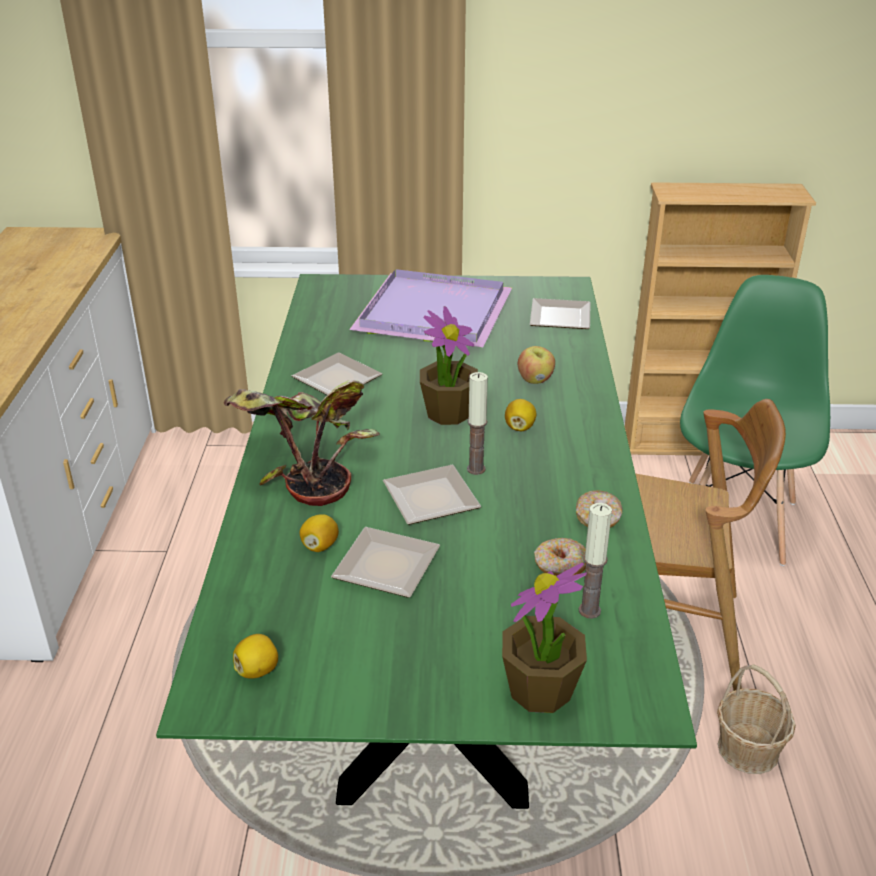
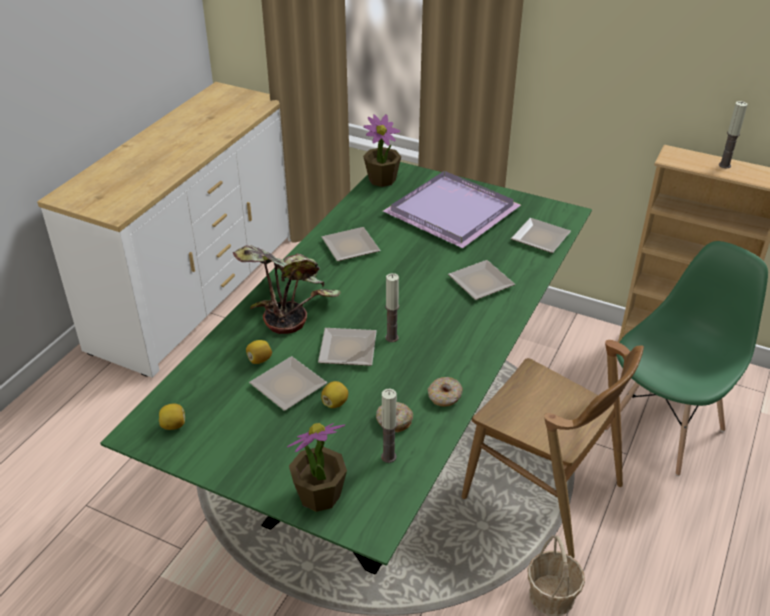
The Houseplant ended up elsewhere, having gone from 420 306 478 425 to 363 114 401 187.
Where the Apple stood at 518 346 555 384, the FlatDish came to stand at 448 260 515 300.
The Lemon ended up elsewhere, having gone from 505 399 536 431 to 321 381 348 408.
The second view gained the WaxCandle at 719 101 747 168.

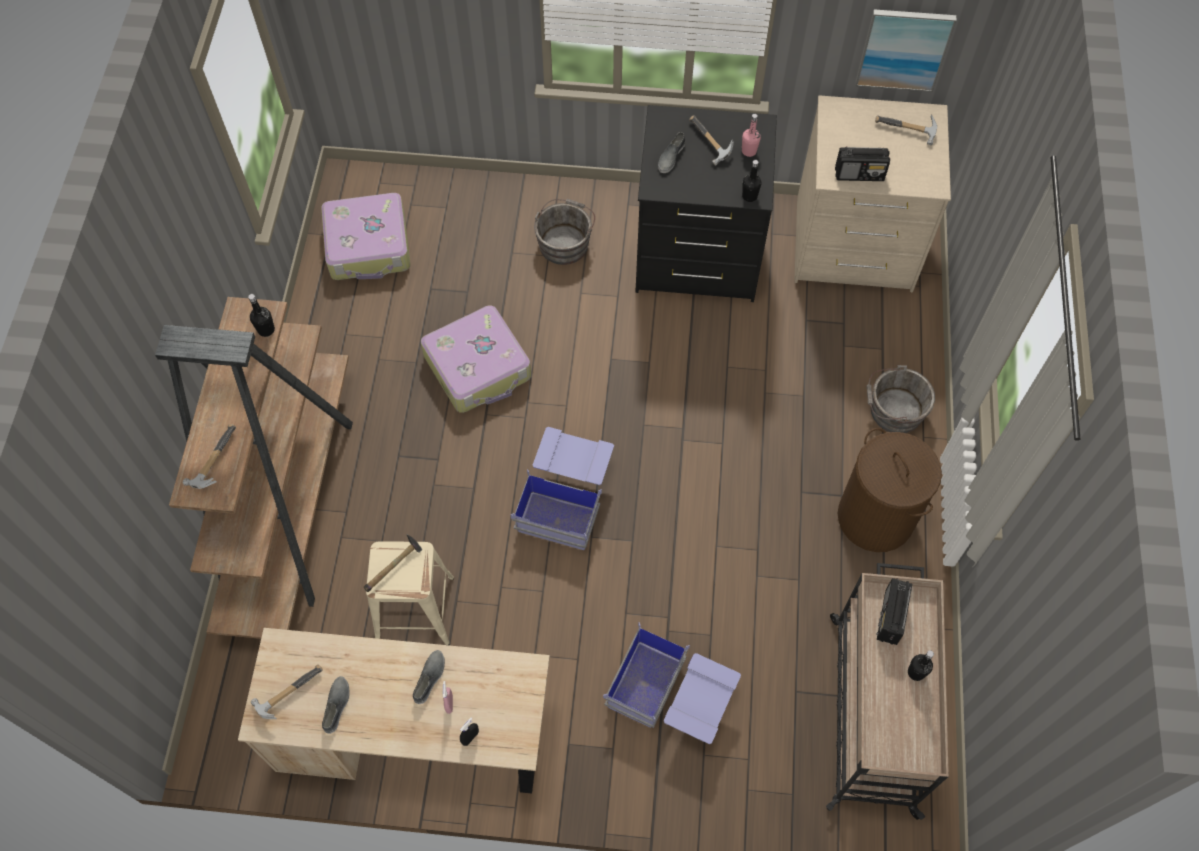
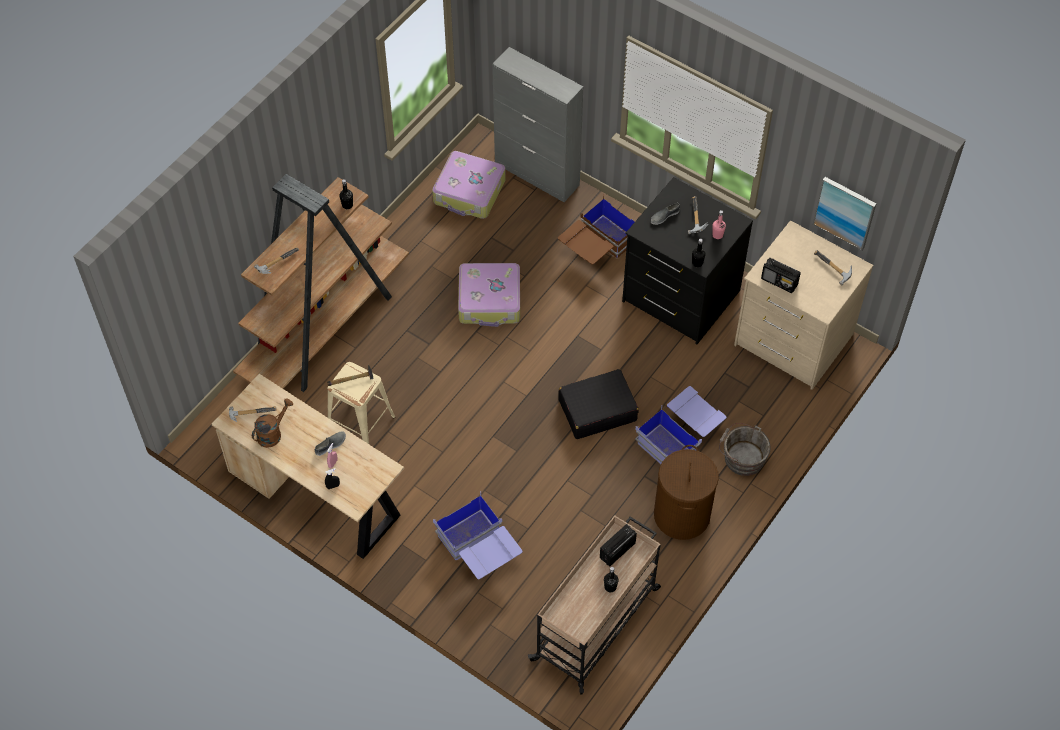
Where the GreyishBucket stood at 534 199 595 265, the BrownColouredStorageBin came to stand at 558 194 635 265.
The BlueStorageBin ended up elsewhere, having gone from 511 427 614 550 to 635 386 726 464.
Where the GreyishItemOfFootwear stood at 322 676 349 734, the BrownColouredWateringPot came to stand at 252 399 293 448.
The second view gained the GreyishCupboard at 492 47 583 202.
The second view gained the BlackishTravelCase at 558 369 639 439.

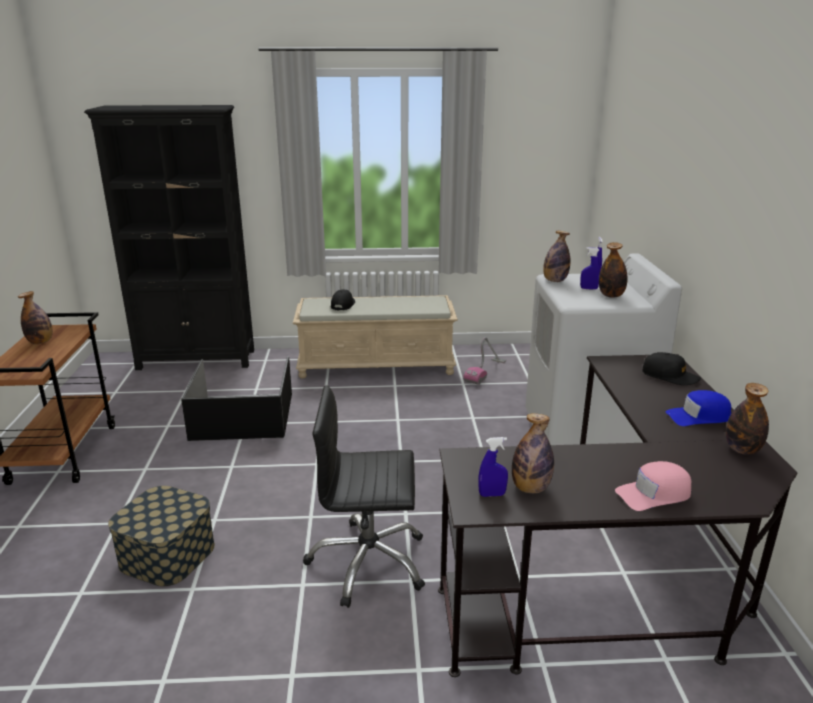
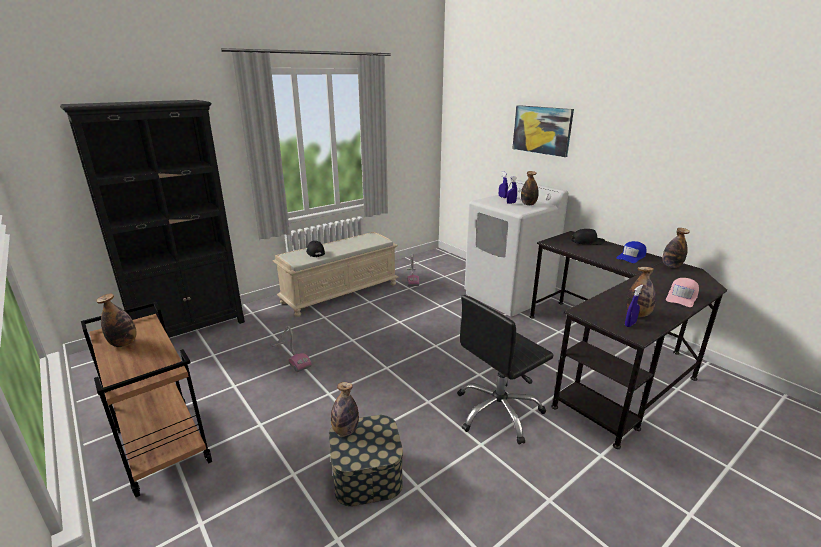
The DrinkBottle ended up elsewhere, having gone from 543 231 570 282 to 331 382 359 436.
Where the BlackishStorageBin stood at 181 356 292 441, the Hoover came to stand at 271 326 312 372.
The second view gained the WallArt at 512 105 574 157.

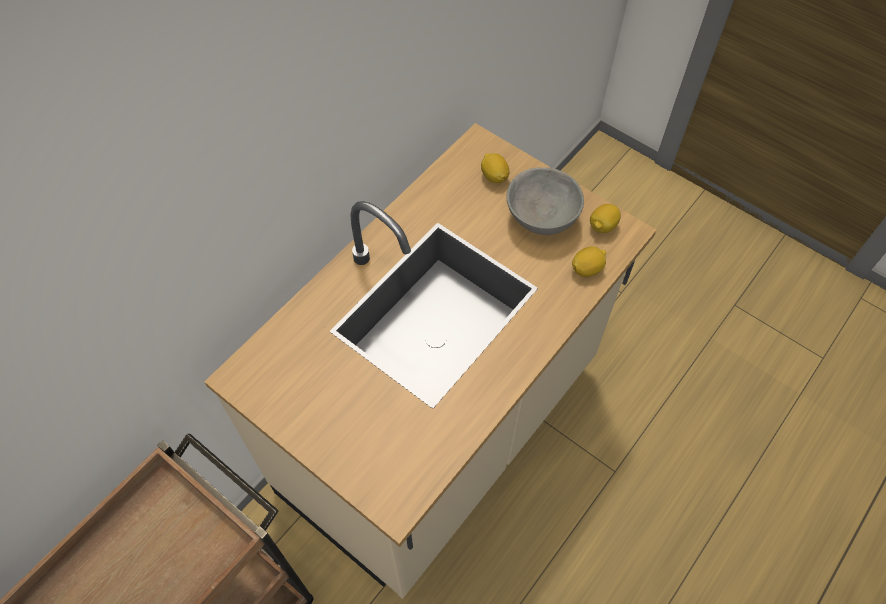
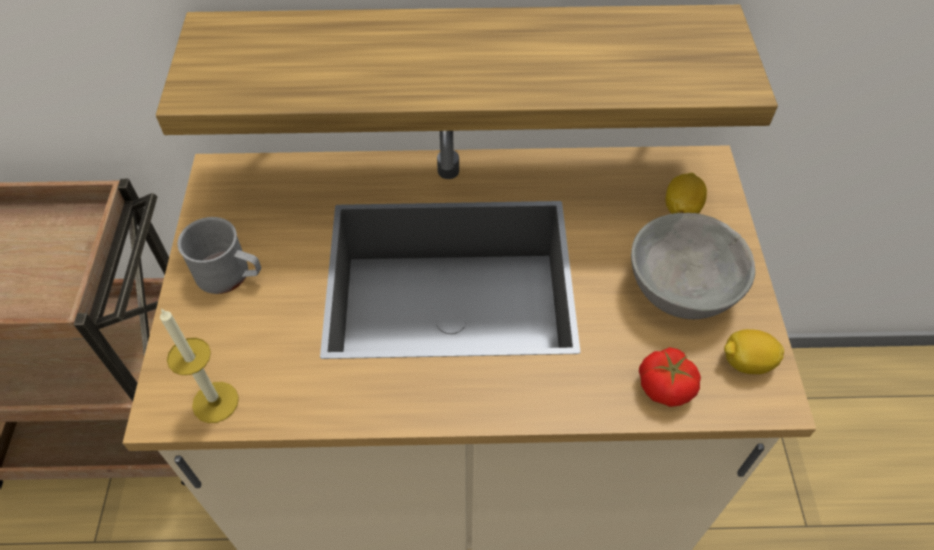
Where the Lemon stood at 572 246 606 277, the FreshTomato came to stand at 639 347 701 407.
The second view gained the WallShelf at 156 5 778 135.
The second view gained the GreyishCoffeeMug at 177 217 261 294.
The second view gained the WaxCandle at 160 308 239 423.

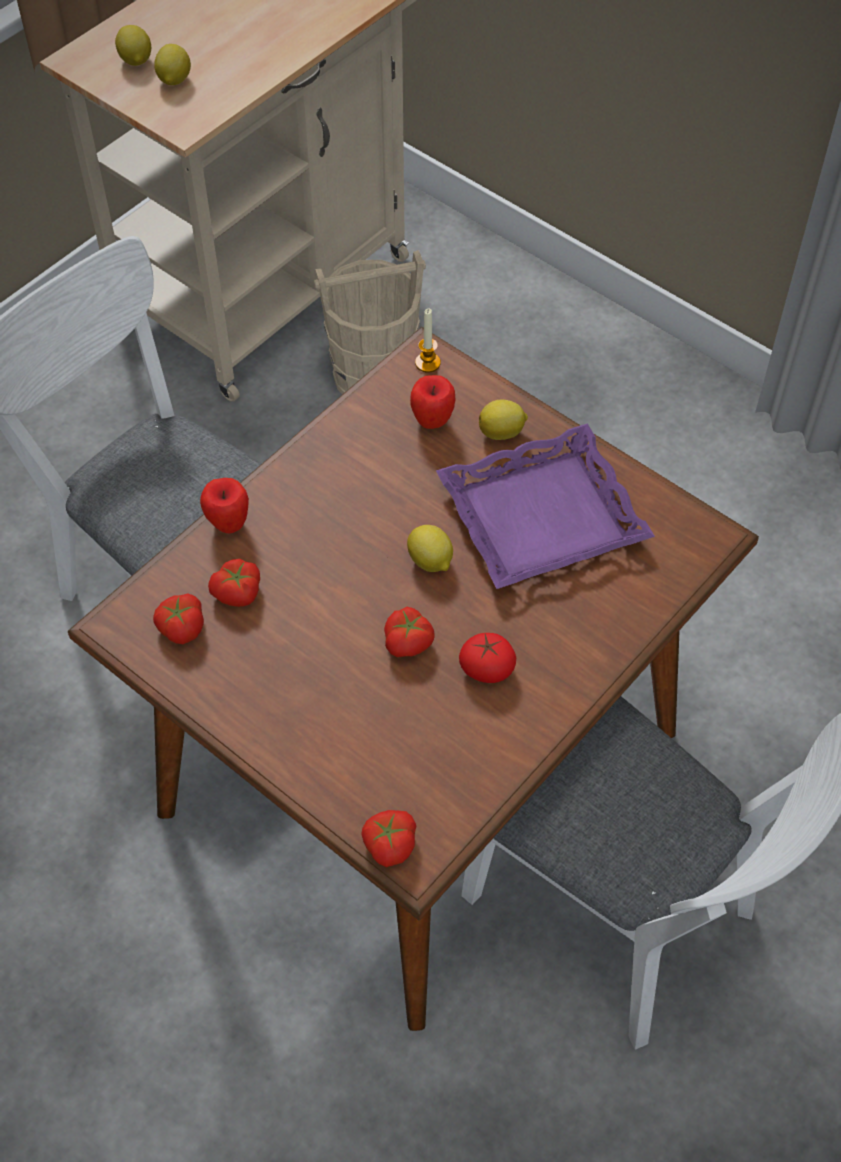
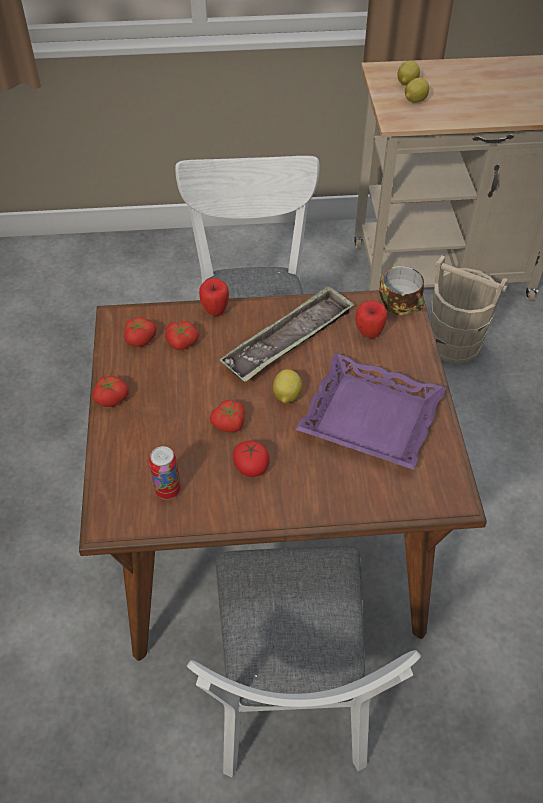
Where the WaxCandle stood at 415 309 441 373, the DrinkingCup came to stand at 379 266 424 315.
The second view lost the Lemon at 479 399 528 440.
The FreshTomato ended up elsewhere, having gone from 361 810 416 867 to 93 376 129 407.
The second view gained the ServingTray at 219 285 354 382.
The second view gained the Can at 149 446 181 500.

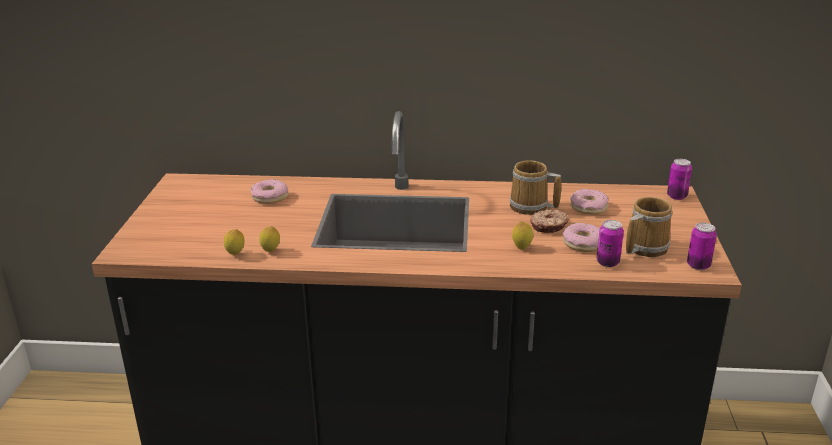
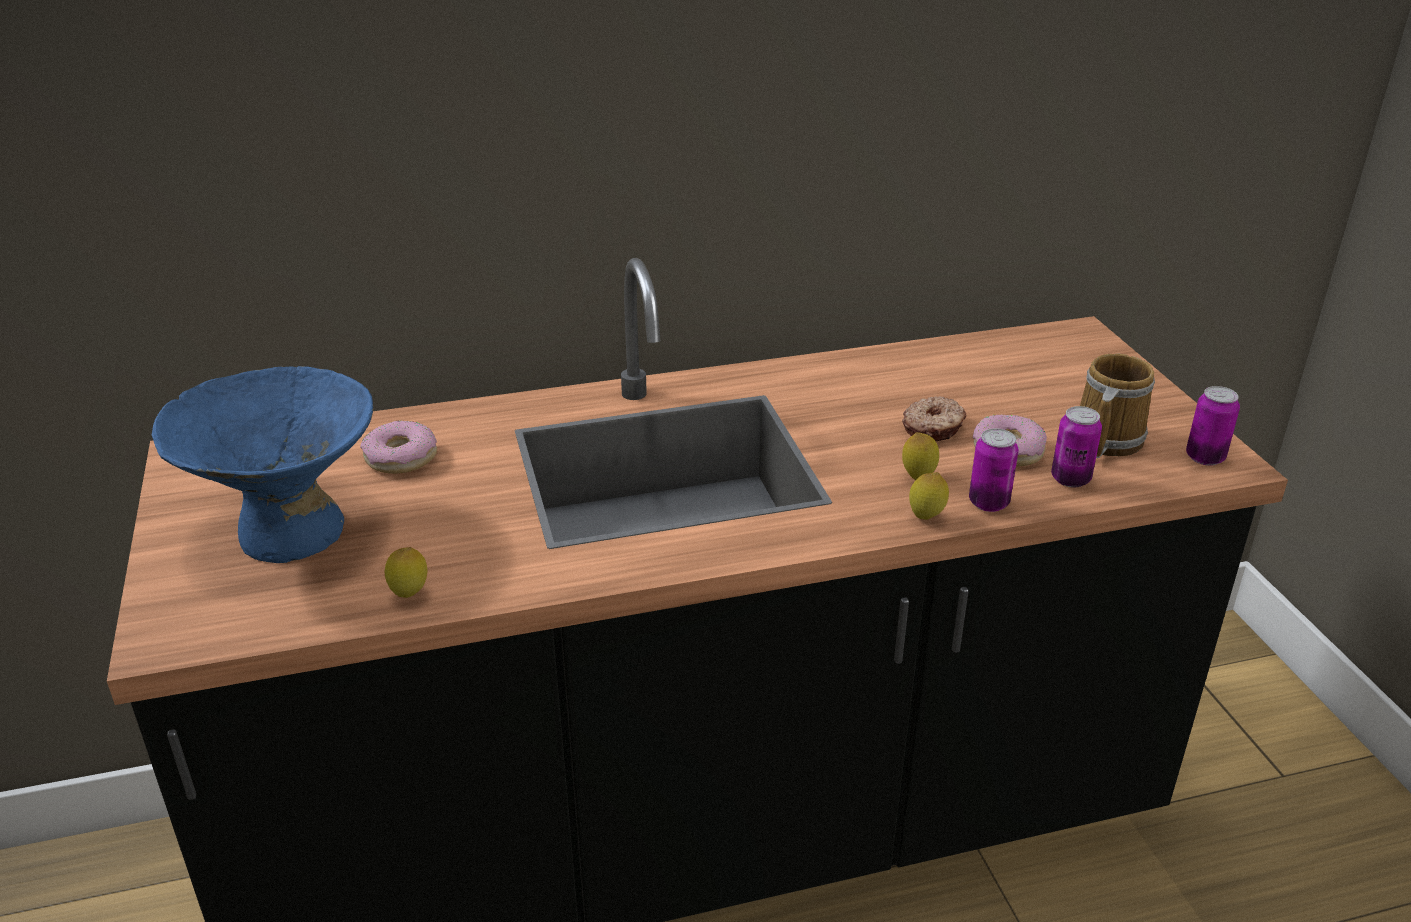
The Can ended up elsewhere, having gone from 667 159 692 200 to 969 428 1019 512.
The second view lost the CoffeeMug at 509 160 561 215.
The second view lost the Donut at 570 189 609 215.
The Lemon ended up elsewhere, having gone from 259 226 280 252 to 909 472 949 520.
The second view gained the BlueBowl at 152 366 373 563.

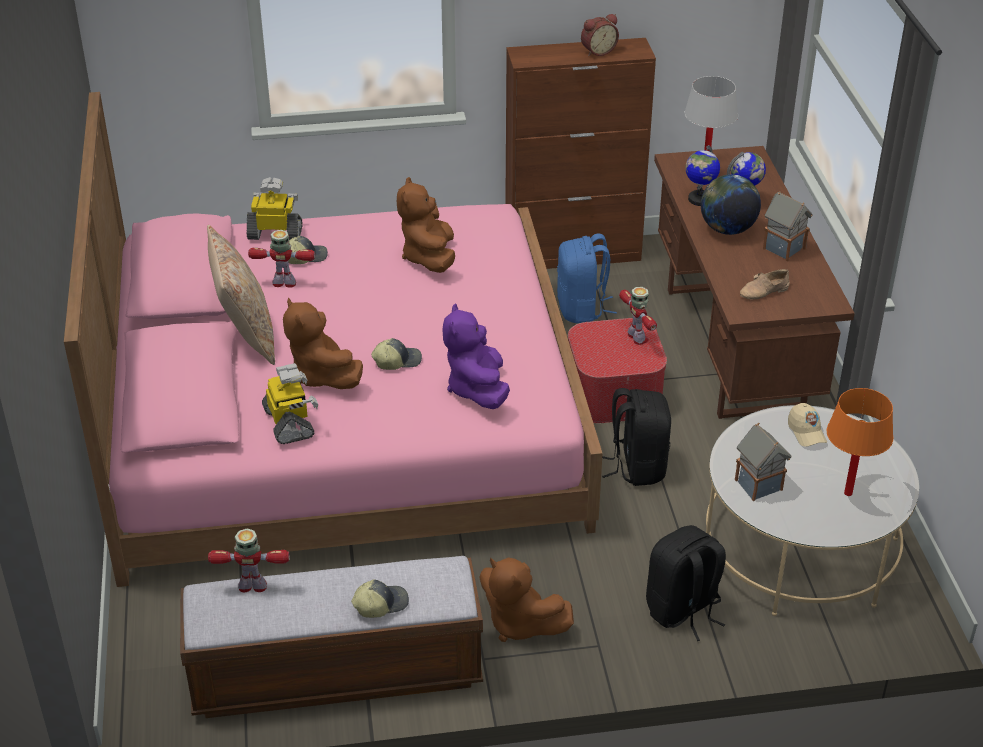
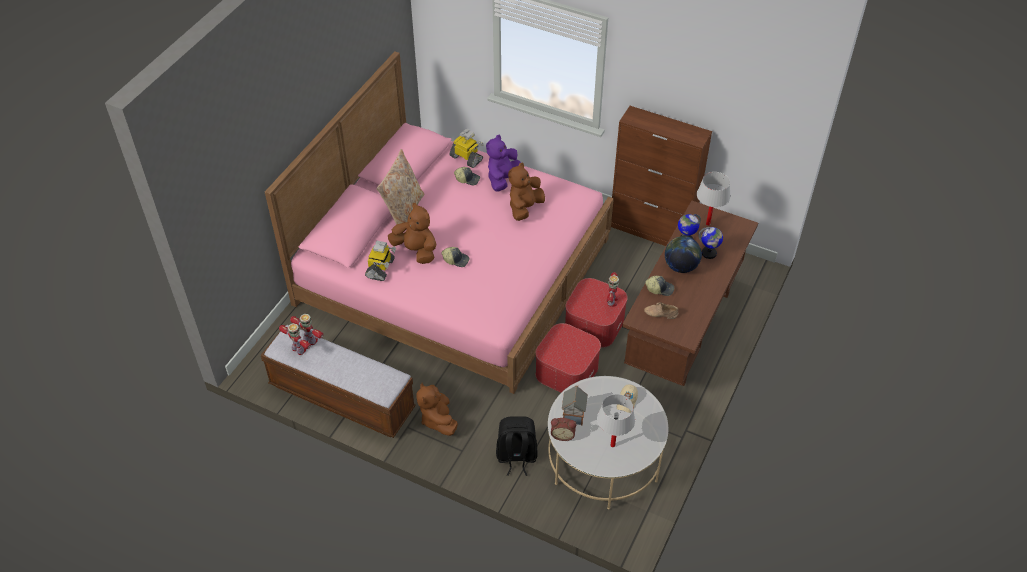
The BedsideClock ended up elsewhere, having gone from 581 14 619 56 to 551 418 576 441.
The second view lost the ToyHouse at 763 192 812 261.
The ModelRobot ended up elsewhere, having gone from 248 230 315 288 to 279 323 311 355.
The second view lost the BlueKnapsack at 557 234 617 323.
The BrownColouredCuddlyToy at 283 297 363 389 ended up facing another way, 120 degrees clockwise from before.
The PurpleColouredCuddlyToy ended up elsewhere, having gone from 443 303 510 409 to 486 135 521 192.
Where the BlackishKnapsack stood at 602 388 671 486, the Ottoman came to stand at 536 323 601 393.
What was the OrangeTabletopLamp at 827 388 893 496 turned into the WhitishTabletopLamp at 597 394 635 447.
The BaseballCap ended up elsewhere, having gone from 351 579 409 618 to 645 276 674 296.

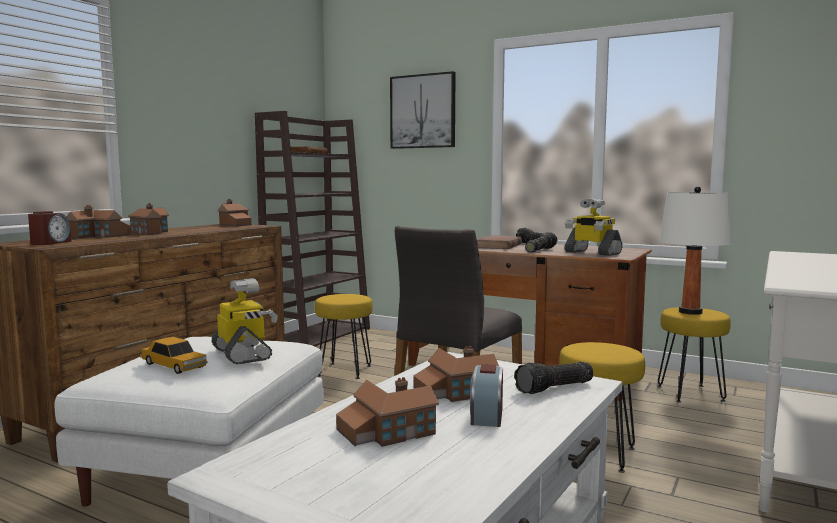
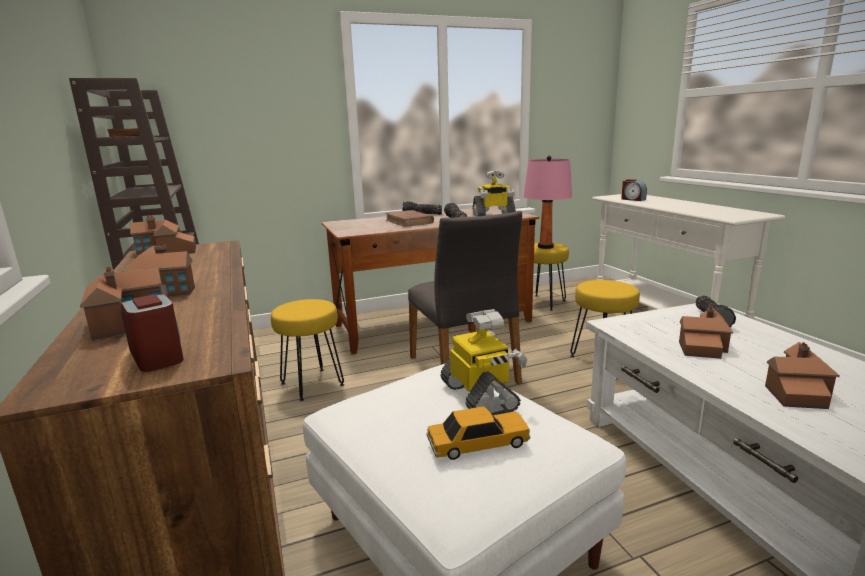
The second view lost the WallArt at 390 71 456 149.
What was the WhitishTabletopLamp at 659 186 731 315 turned into the PinkishTabletopLamp at 523 156 572 249.
The ModelRobot at 211 278 278 364 ended up facing another way, 60 degrees clockwise from before.
The BedsideClock ended up elsewhere, having gone from 470 364 503 427 to 621 179 647 201.

